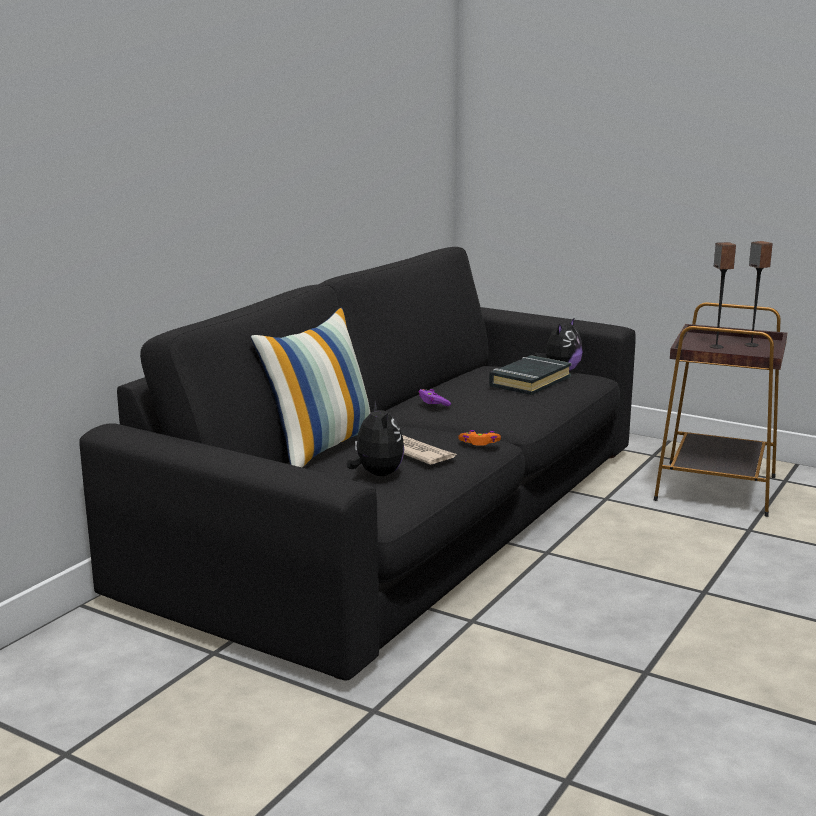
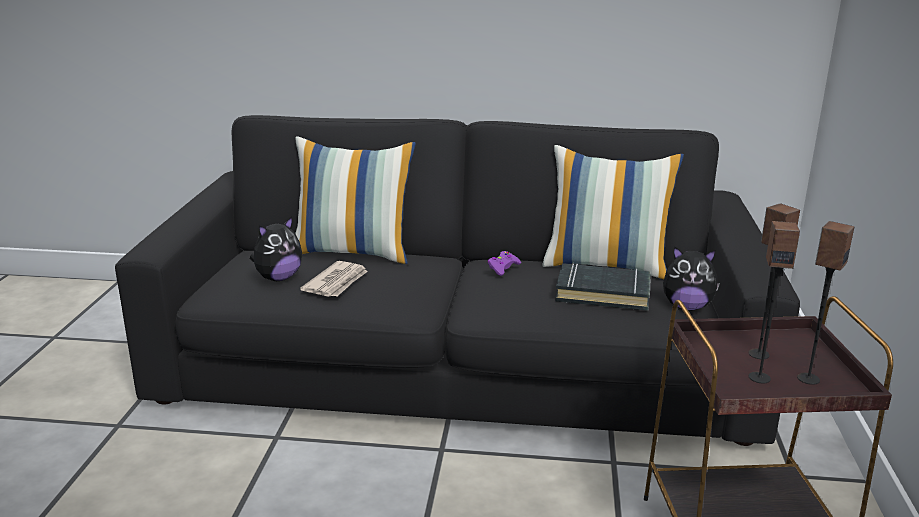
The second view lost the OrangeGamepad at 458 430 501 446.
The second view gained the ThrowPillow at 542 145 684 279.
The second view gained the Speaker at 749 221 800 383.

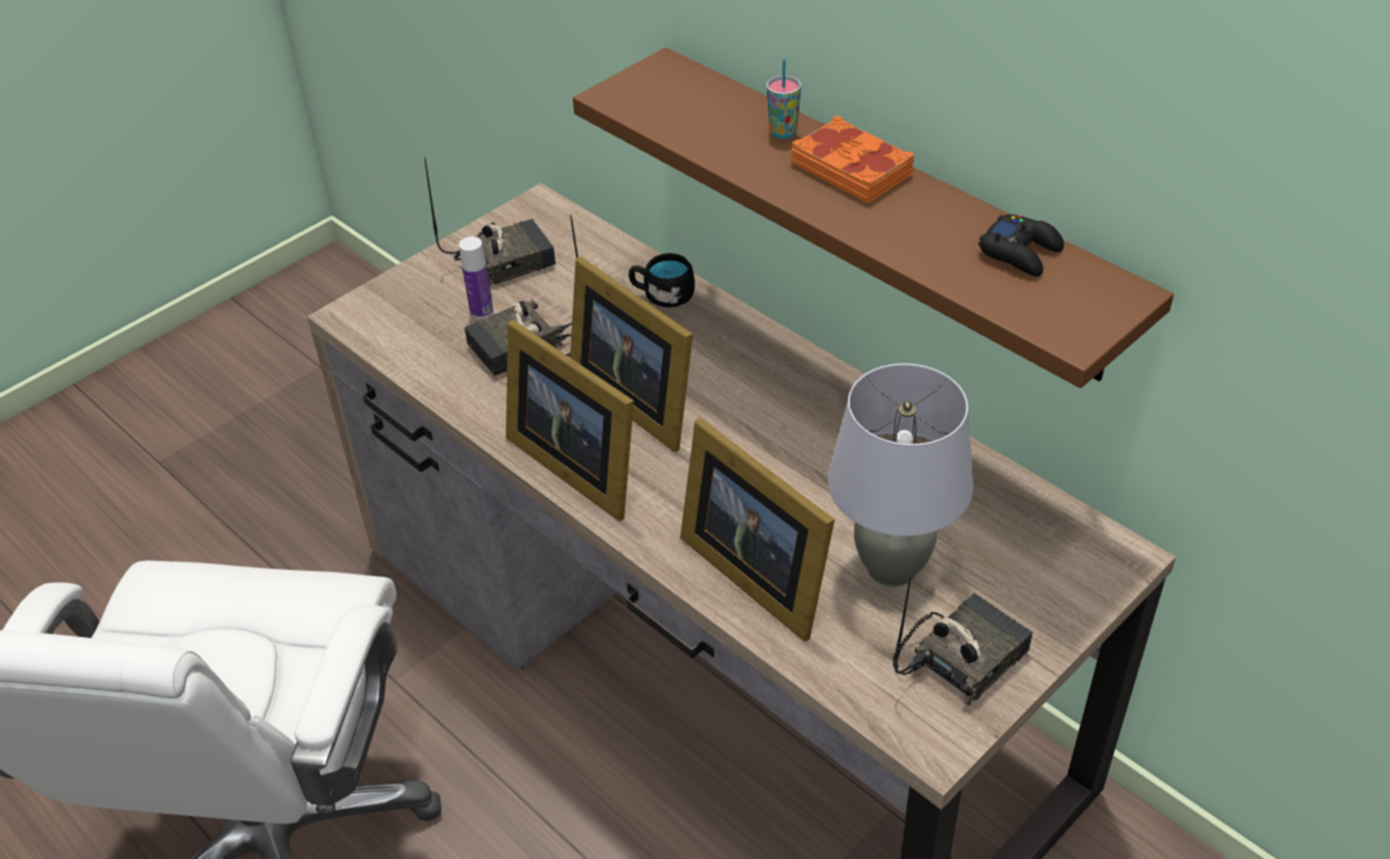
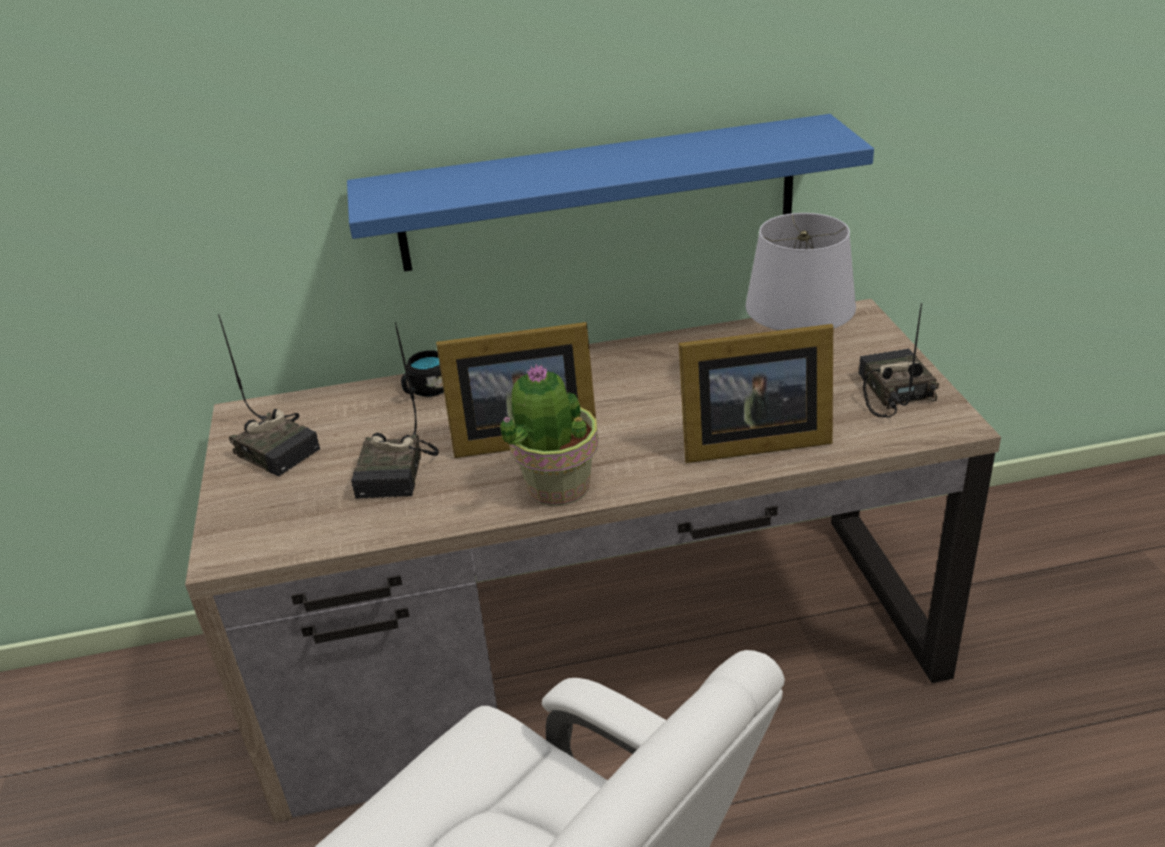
What was the BrownColouredWallShelf at 573 47 1174 388 turned into the BlueWallShelf at 347 114 874 272.
The second view lost the DrinkingCup at 767 59 801 139.
The second view lost the OrangeBook at 792 115 915 203.
The RadioSet at 424 157 556 284 ended up facing another way, 120 degrees clockwise from before.
The second view lost the BlackishGamepad at 978 214 1064 276.
The second view lost the DrinkBottle at 459 237 494 319.
Where the PhotoFrame stood at 506 320 634 521, the Houseplant came to stand at 500 364 598 506.

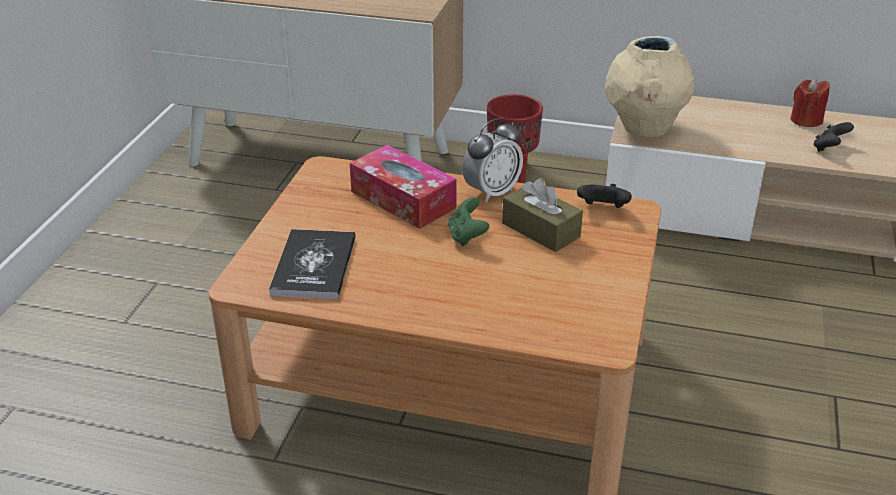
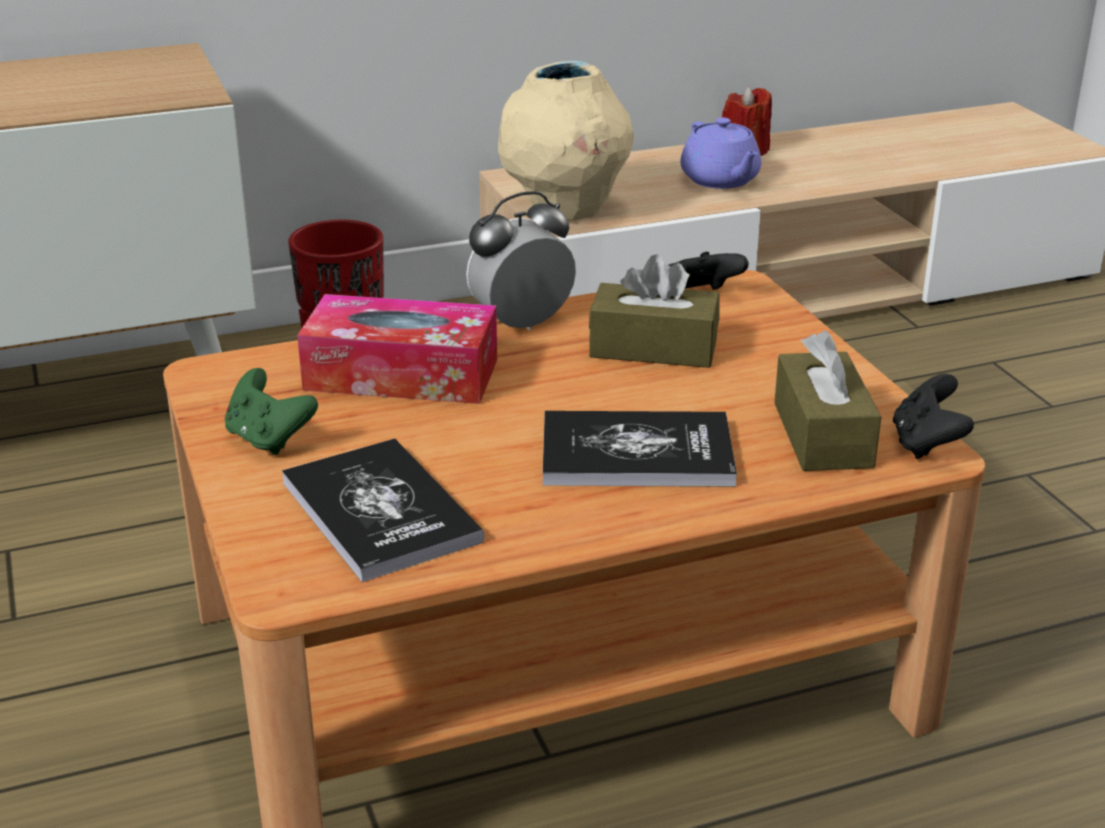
The BedsideClock at 462 118 523 203 ended up facing another way, 135 degrees counterclockwise from before.
The BlackishGamepad ended up elsewhere, having gone from 813 122 854 152 to 893 374 974 459.
The GreenishGamepad ended up elsewhere, having gone from 448 197 489 246 to 225 368 318 455.
The second view gained the PurpleColouredPotForTea at 680 118 761 189.
The second view gained the BrownColouredTissueBox at 774 331 881 471.
The second view gained the Book at 543 411 737 487.

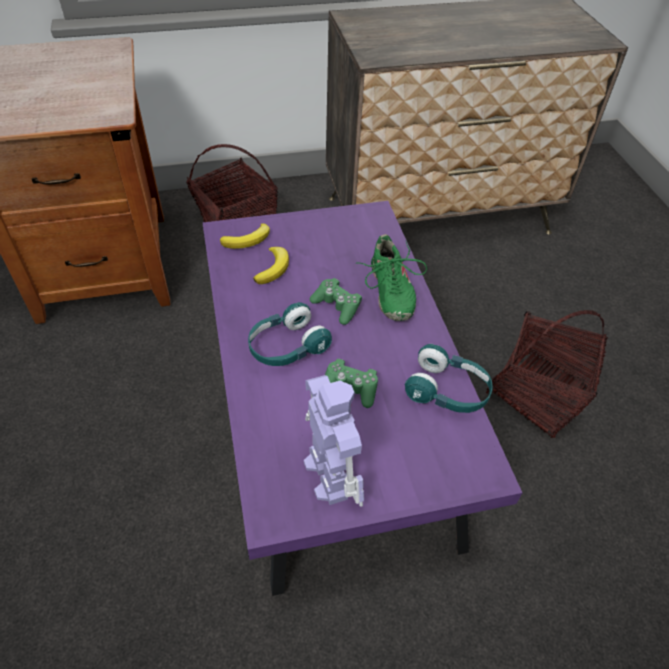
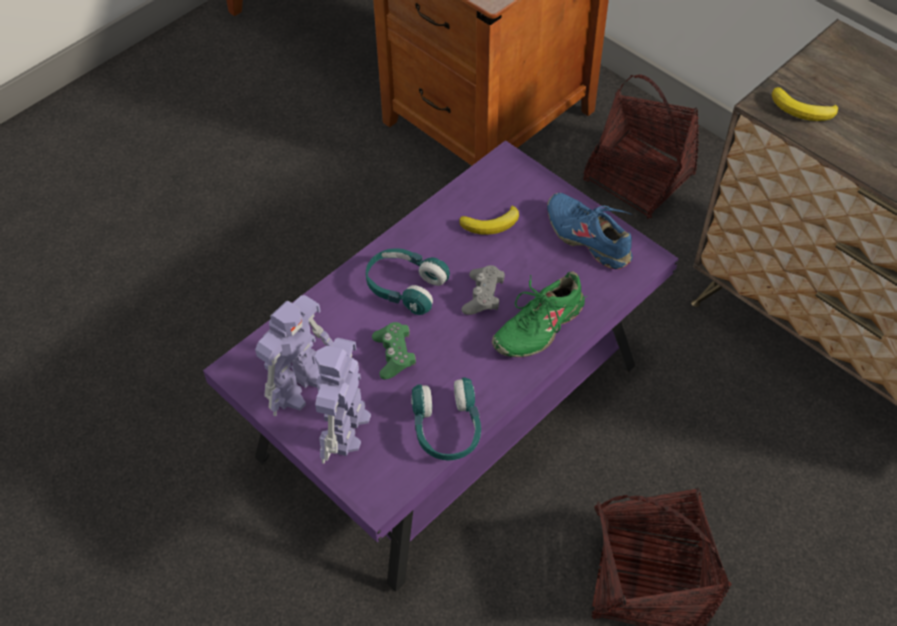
The Banana ended up elsewhere, having gone from 220 223 270 249 to 772 87 838 121.
What was the GreenishGamepad at 310 278 362 325 turned into the GreyishGamepad at 462 265 505 315.
The second view gained the BlueItemOfFootwear at 547 193 633 269.
The second view gained the ModelRobot at 315 338 371 464.

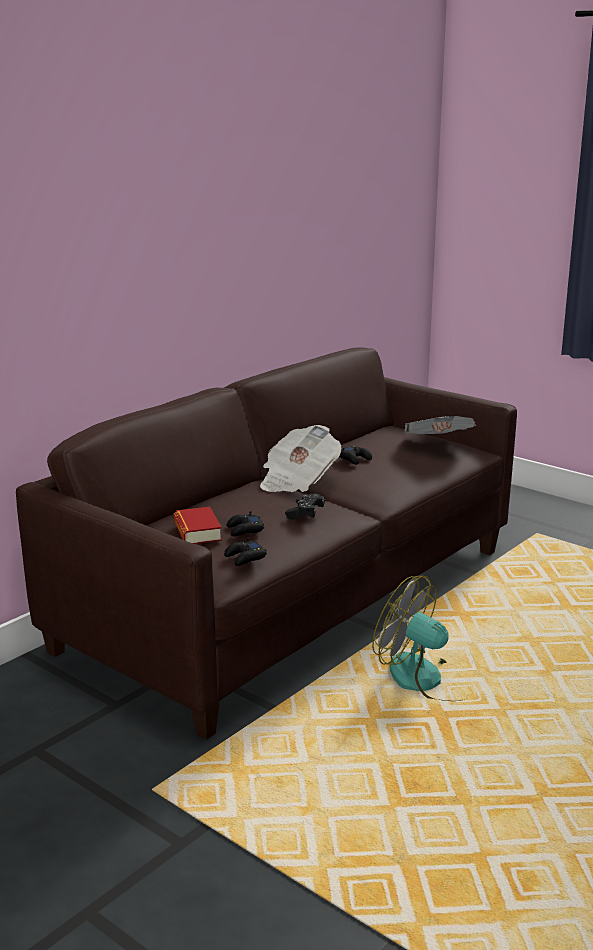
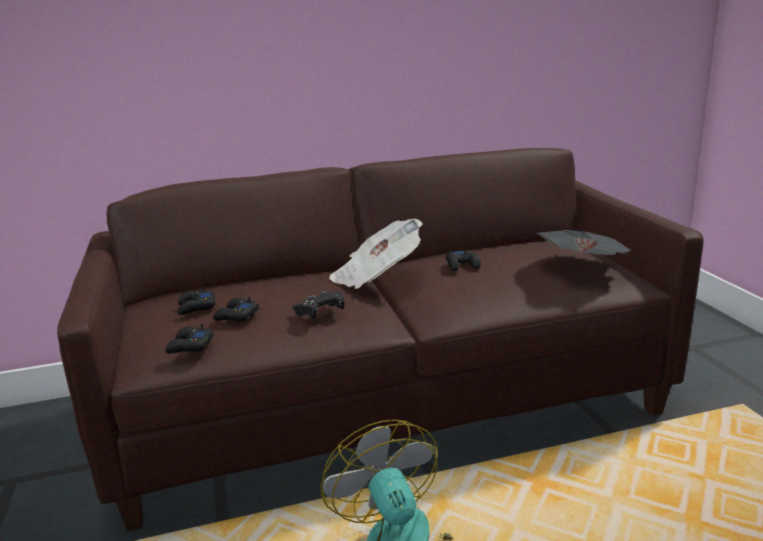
Where the Book stood at 174 507 222 544, the BlackishGamepad came to stand at 178 287 215 315.

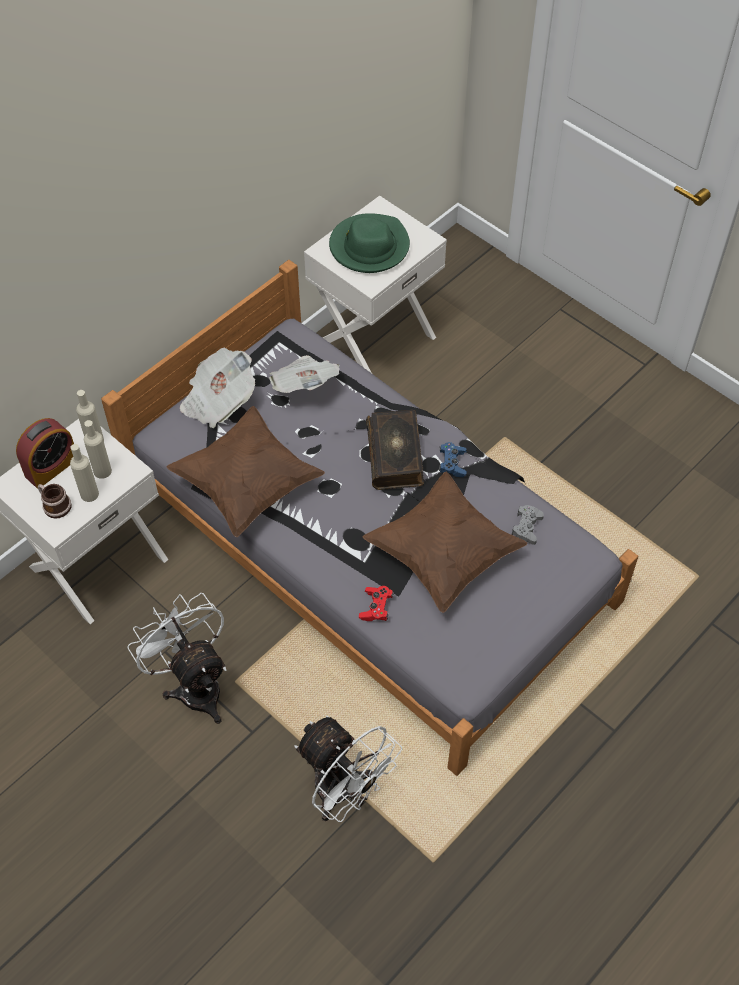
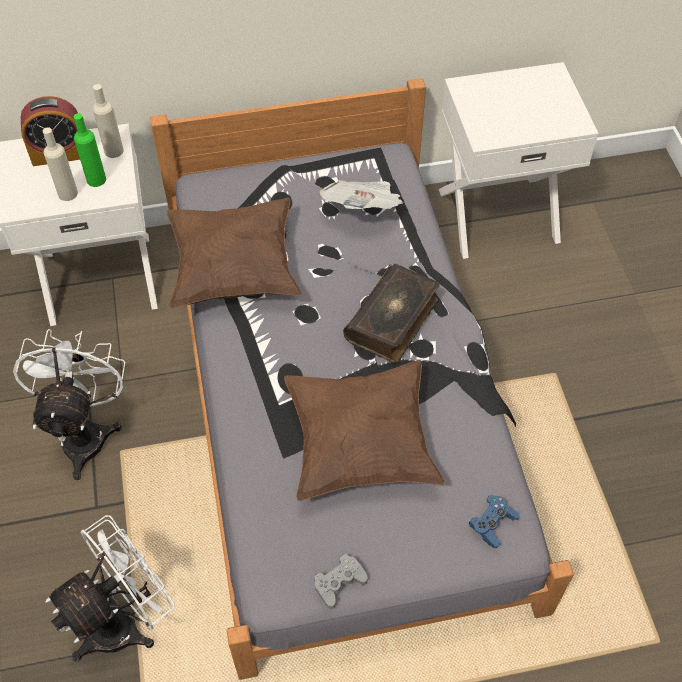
The second view lost the GreenishHat at 329 213 410 273.
The second view lost the DailyPaper at 180 348 255 428.
What was the BeigeColouredDrinkBottle at 84 420 112 479 turned into the GreenishDrinkBottle at 73 113 106 187.
The BlueGamepad ended up elsewhere, having gone from 439 442 467 477 to 469 495 520 548.
The second view lost the CoffeeMug at 38 484 71 519.
The GreyishGamepad ended up elsewhere, having gone from 512 505 544 545 to 314 554 368 609.
The second view lost the RedGamepad at 359 586 394 621.
The WhitishCoolingFan at 294 716 402 822 ended up facing another way, 120 degrees counterclockwise from before.

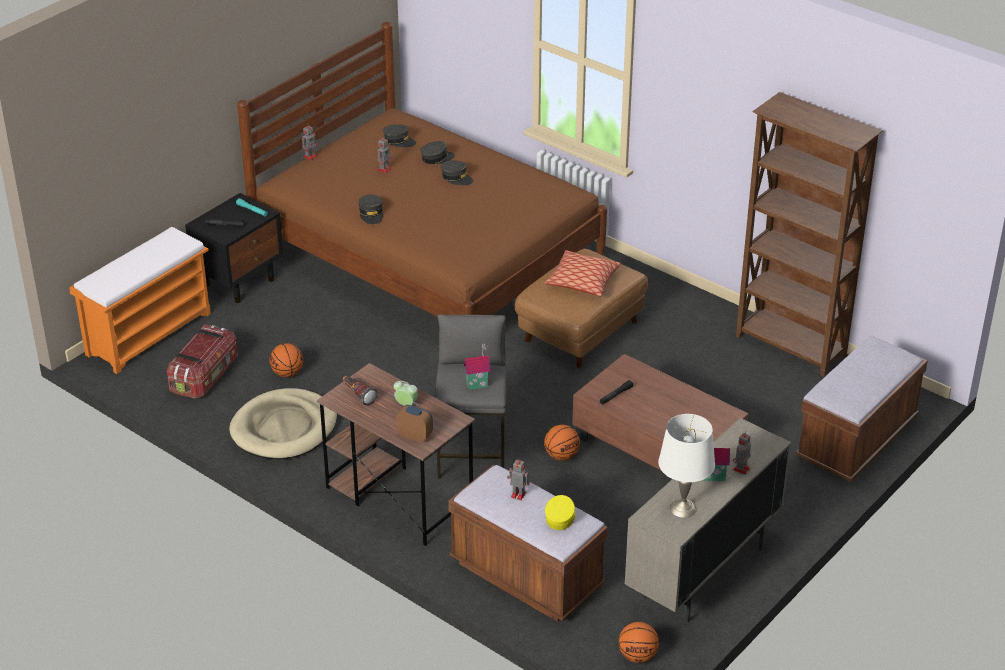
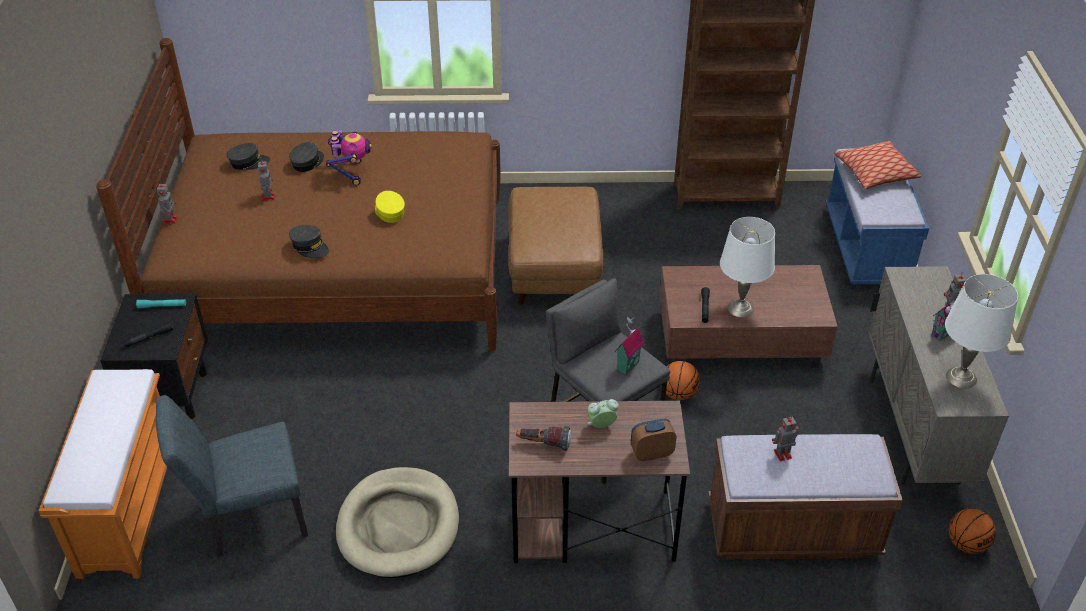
Where the GreyishBaseballCap stood at 441 160 473 185, the ModelRobot came to stand at 326 130 372 186.
The ThrowPillow ended up elsewhere, having gone from 545 250 621 297 to 834 141 921 189.
Where the StorageBin stood at 167 324 238 399, the GreyishPlainChair came to stand at 156 395 308 557.
What was the BrownColouredBench at 796 336 928 482 turned into the BlueBench at 825 149 929 285.
The second view lost the BasketballBall at 269 343 303 377.
The YellowColouredBaseballCap ended up elsewhere, having gone from 545 495 575 530 to 375 191 405 223.
The second view gained the WhitishTabletopLamp at 720 217 775 317.

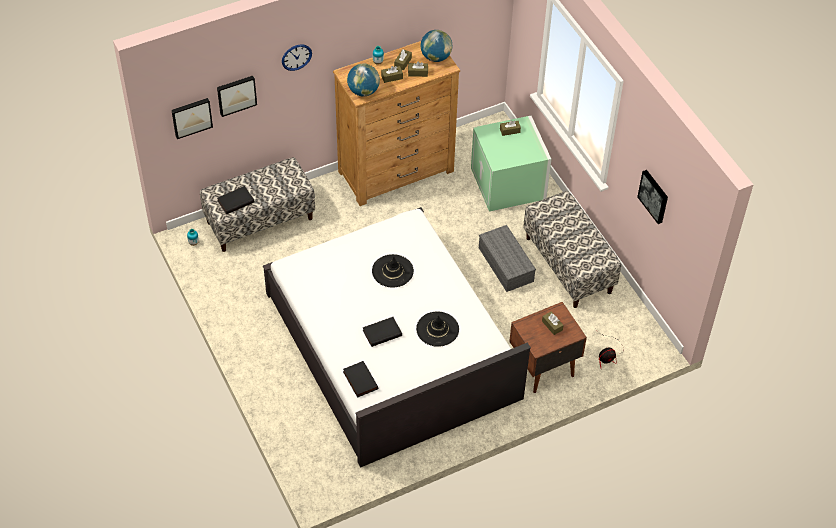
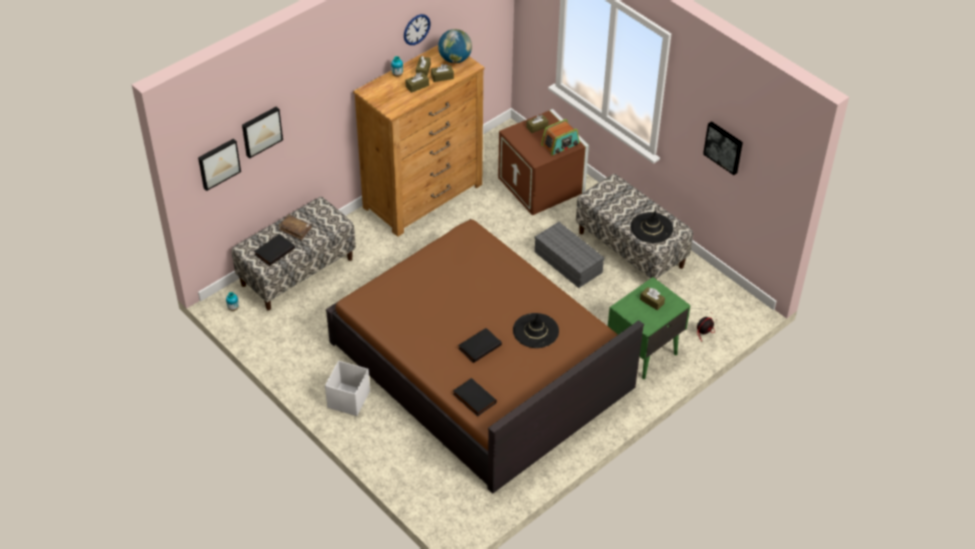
The ClockOnTheWall ended up elsewhere, having gone from 282 44 312 71 to 404 14 431 45.
The second view lost the WorldGlobe at 347 64 380 96.
What was the GreenishStorageBin at 471 116 551 212 turned into the BrownColouredStorageBin at 498 109 589 215.
What was the WhitishSleepingBed at 263 207 531 468 turned into the BrownColouredSleepingBed at 326 219 644 494.
The BlackishHat ended up elsewhere, having gone from 372 254 414 287 to 630 210 673 243.
What was the BrownColouredNightstand at 509 302 587 393 turned into the GreenishNightstand at 608 277 691 379.
The second view gained the RadioSet at 541 119 580 155.
The second view gained the BrownColouredBook at 278 215 312 240.
The second view gained the WhitishStorageBin at 325 361 370 416.

